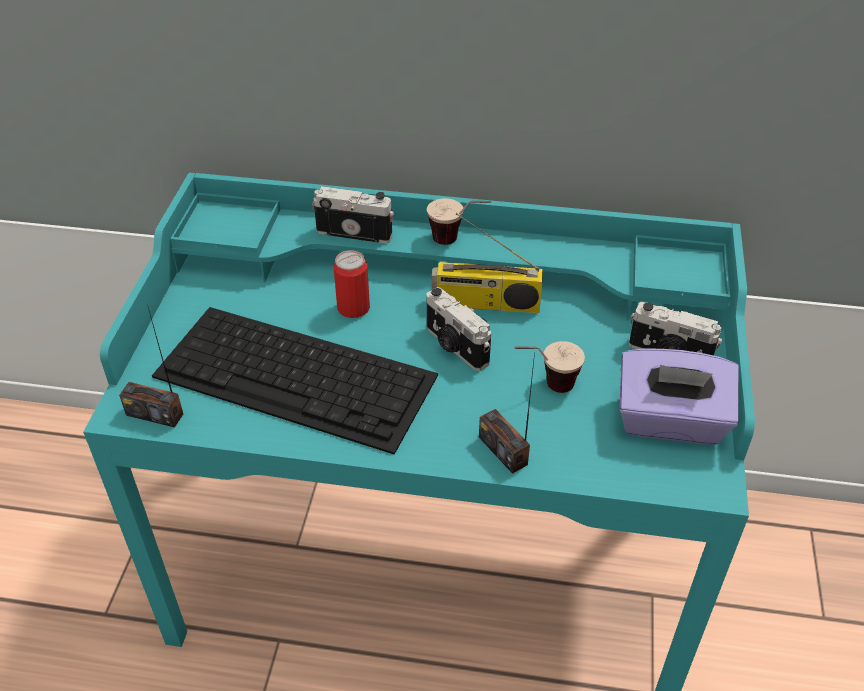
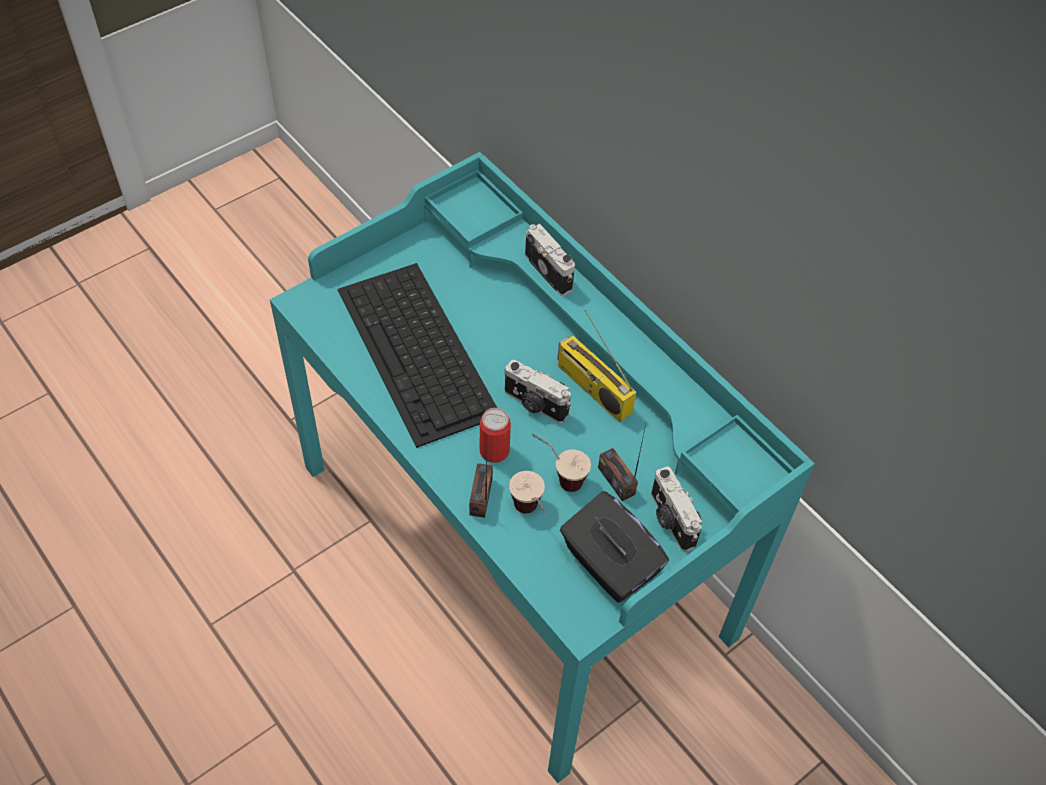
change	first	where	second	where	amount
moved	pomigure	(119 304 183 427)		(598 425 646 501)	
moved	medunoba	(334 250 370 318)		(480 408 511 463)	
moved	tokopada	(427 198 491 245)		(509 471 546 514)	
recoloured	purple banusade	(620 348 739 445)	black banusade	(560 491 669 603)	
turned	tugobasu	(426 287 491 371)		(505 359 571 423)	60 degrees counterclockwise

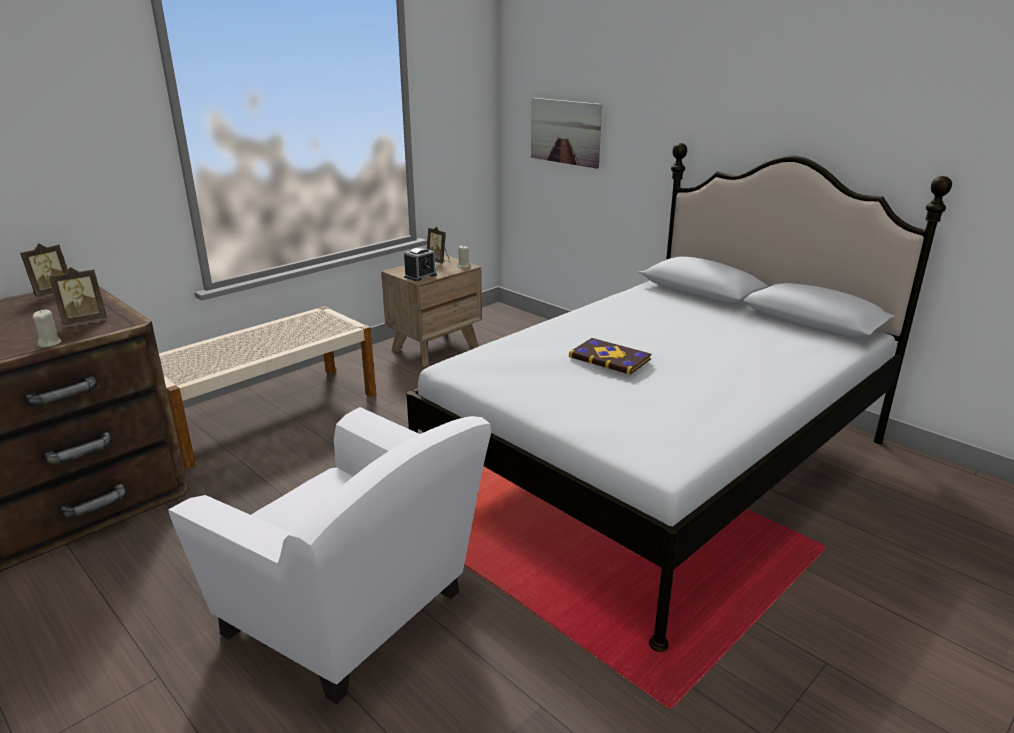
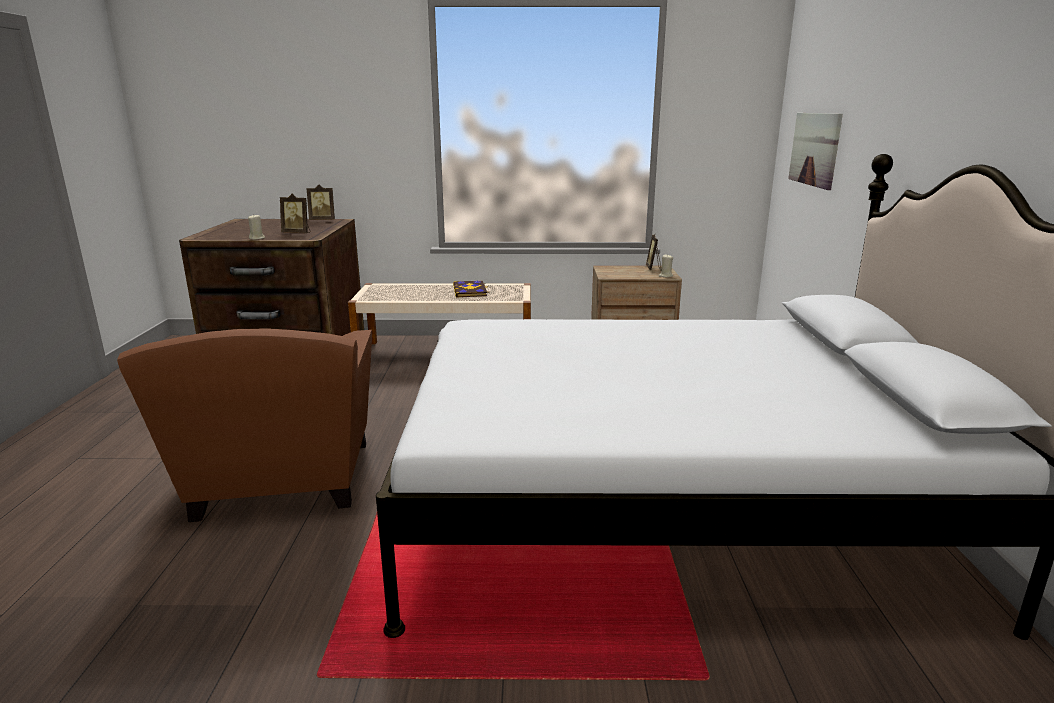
change	first	where	second	where	amount
removed	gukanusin	(404 248 437 281)			
moved	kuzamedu	(569 338 652 375)		(453 280 490 298)	
recoloured	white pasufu	(168 407 491 704)	brown pasufu	(117 328 372 522)	

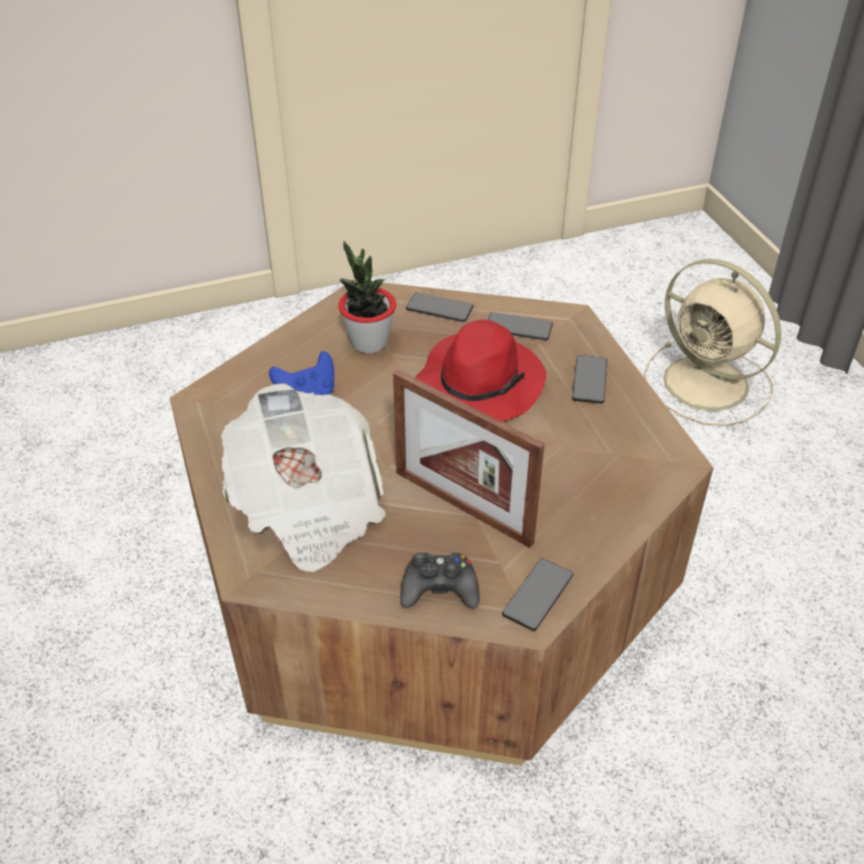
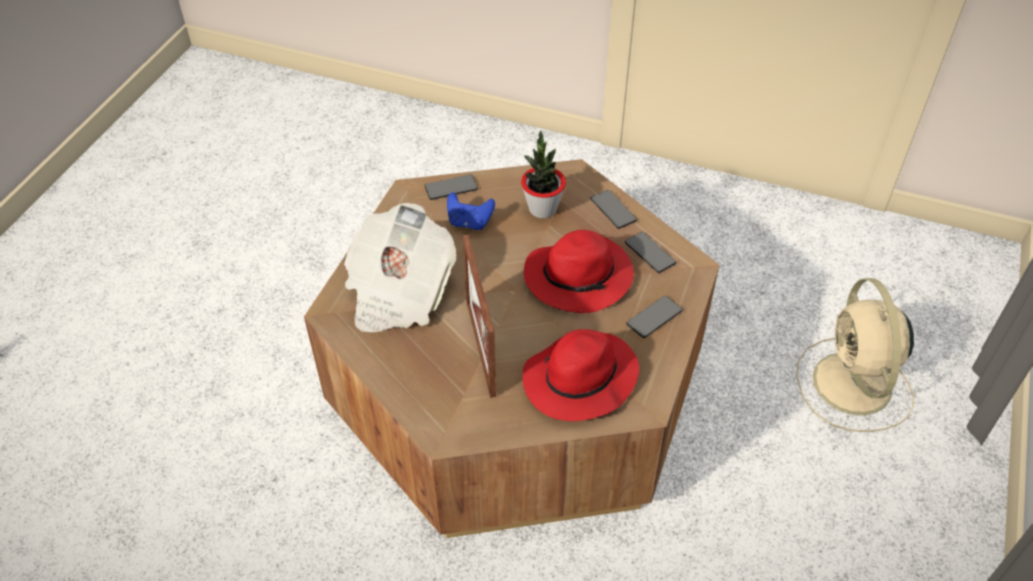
change	first	where	second	where	amount
removed	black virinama	(400 553 480 609)			
added			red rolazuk	(523 329 639 421)	
moved	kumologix	(502 558 573 631)		(424 174 478 200)	

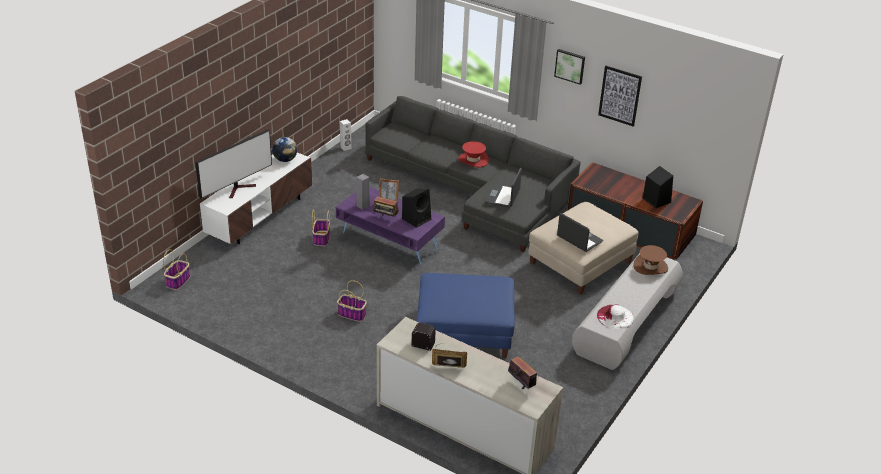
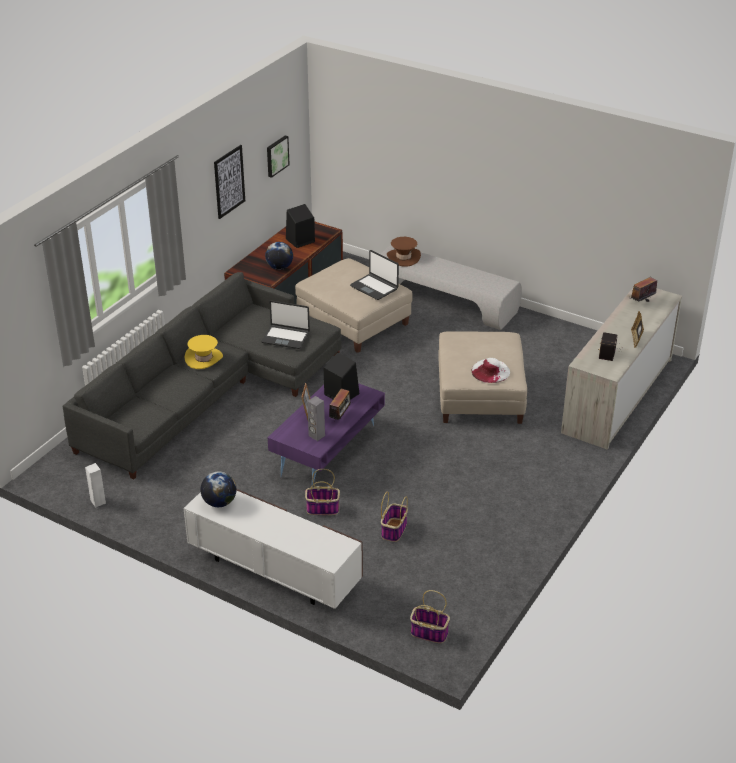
change	first	where	second	where	amount
removed	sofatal	(195 129 272 199)			
added			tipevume	(265 242 293 270)	
moved	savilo	(337 280 367 322)		(381 491 408 542)	
moved	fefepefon	(554 49 585 85)		(267 135 290 178)	
moved	white rolazuk	(597 304 634 329)		(471 358 510 383)	
recoloured	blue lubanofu	(416 273 515 358)	beige lubanofu	(438 331 527 424)	
recoloured	red rolazuk	(458 141 489 168)	yellow rolazuk	(185 335 223 369)	
turned	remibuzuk	(557 213 603 252)		(350 250 399 300)	90 degrees counterclockwise

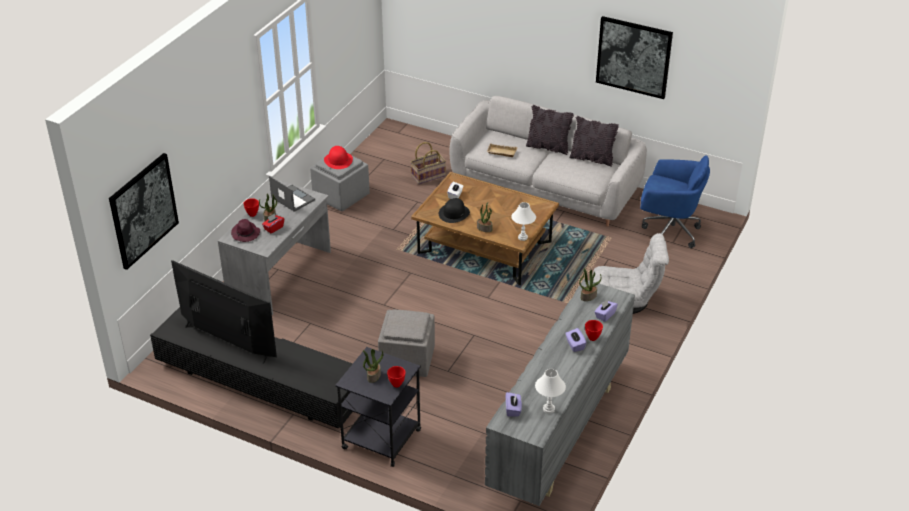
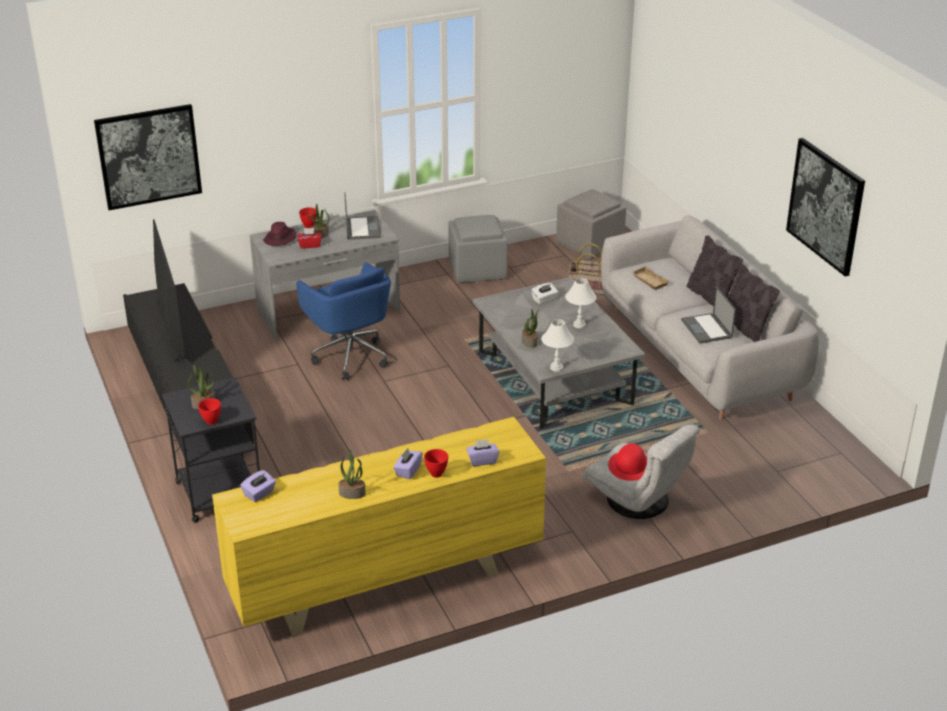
change	first	where	second	where	amount
removed	black rolazuk	(439 198 470 223)			
added			remibuzuk	(681 286 736 344)	
moved	red rolazuk	(324 146 353 169)		(608 444 647 481)	
moved	grey lubanofu	(378 310 435 377)		(556 190 626 260)	
moved	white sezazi	(535 369 566 414)		(565 278 597 329)	
moved	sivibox	(579 268 601 301)		(338 450 366 499)	
moved	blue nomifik	(640 155 710 248)		(296 262 391 380)	
recoloured	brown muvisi	(411 172 559 285)	grey muvisi	(473 277 645 429)	
recoloured	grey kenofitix	(485 279 635 506)	yellow kenofitix	(212 417 546 636)	

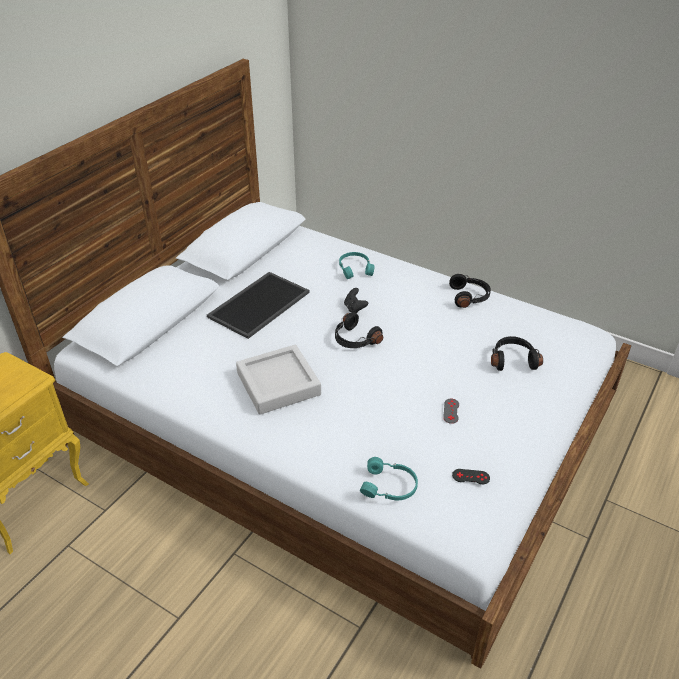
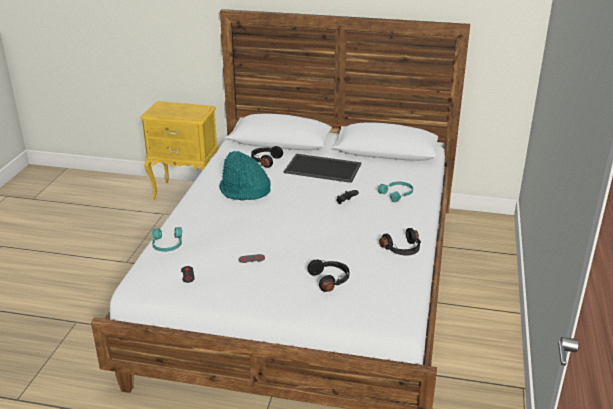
change	first	where	second	where	amount
moved	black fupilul	(335 312 383 348)		(251 146 283 168)	
replaced	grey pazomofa	(236 345 321 415)	turquoise rolazuk	(220 151 270 200)	

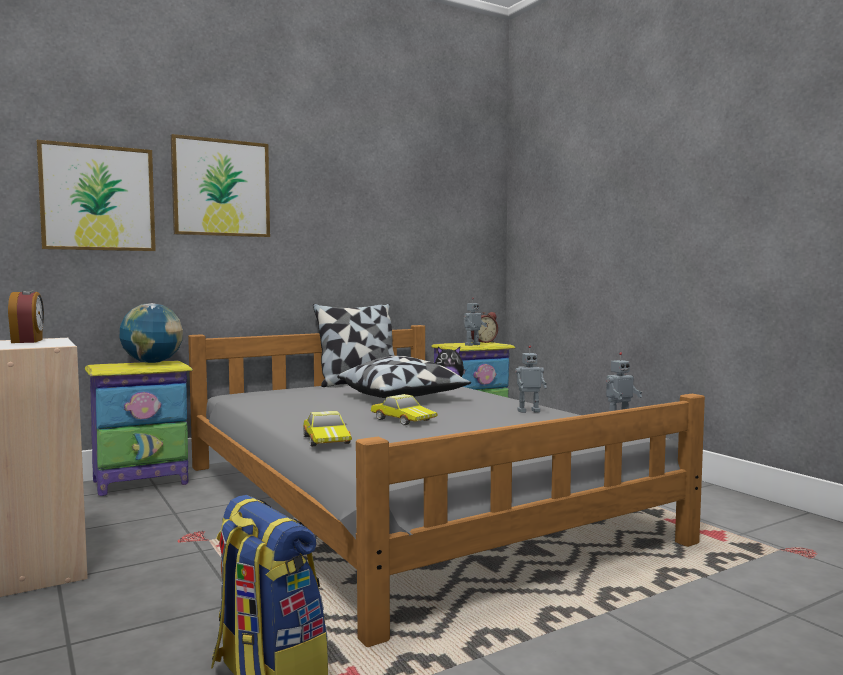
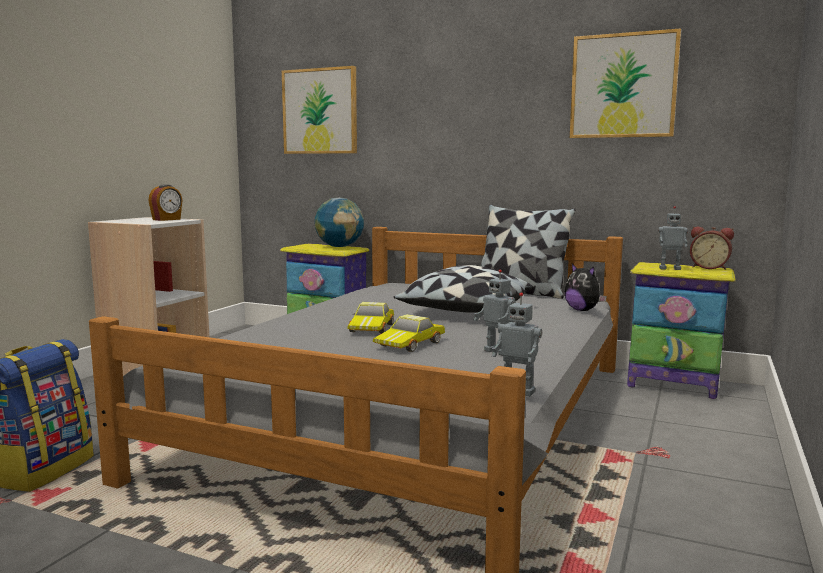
change	first	where	second	where	amount
moved	fefepefon	(171 134 270 237)		(570 28 681 138)	
moved	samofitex	(303 411 352 447)		(373 314 445 352)	

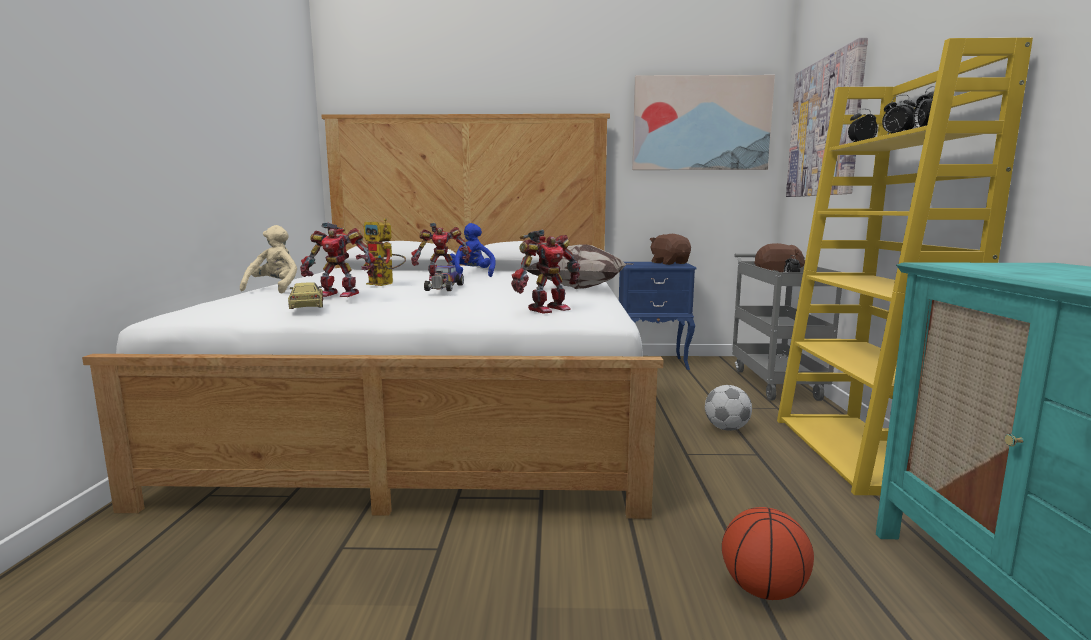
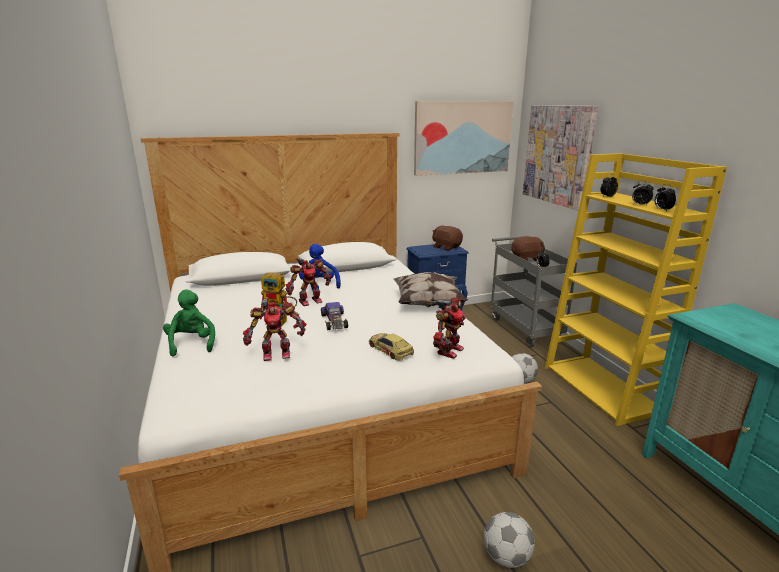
change	first	where	second	where	amount
removed	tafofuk	(722 507 814 600)			
added			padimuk	(484 512 535 568)	
moved	samofitex	(288 282 323 309)		(369 333 414 361)	
recoloured	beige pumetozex	(240 225 297 293)	green pumetozex	(163 290 215 356)	

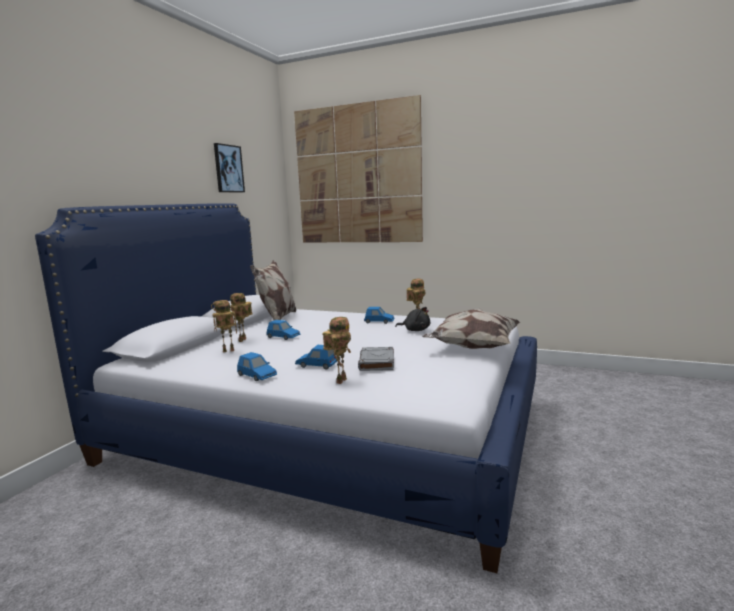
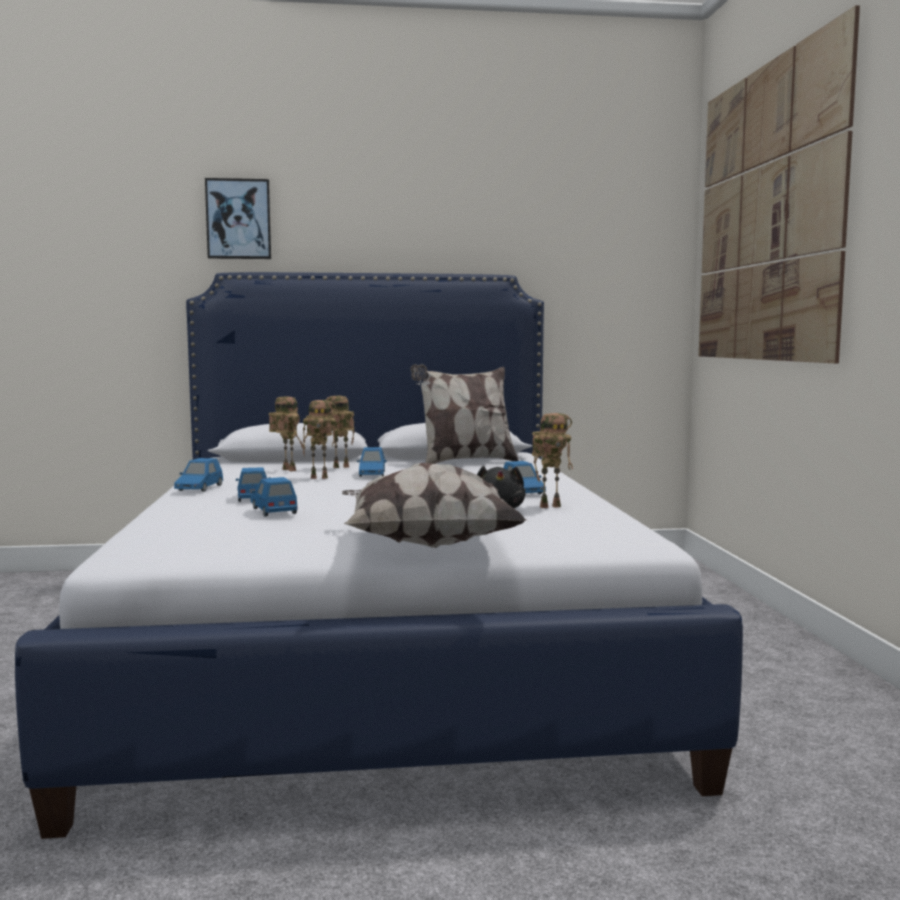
change	first	where	second	where	amount
moved	fefepefon	(214 143 245 192)		(205 178 271 259)	
moved	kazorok	(323 317 351 384)		(303 400 336 479)	
replaced	grey kuzamedu	(358 347 394 371)	blue samofitex	(250 477 298 517)	

